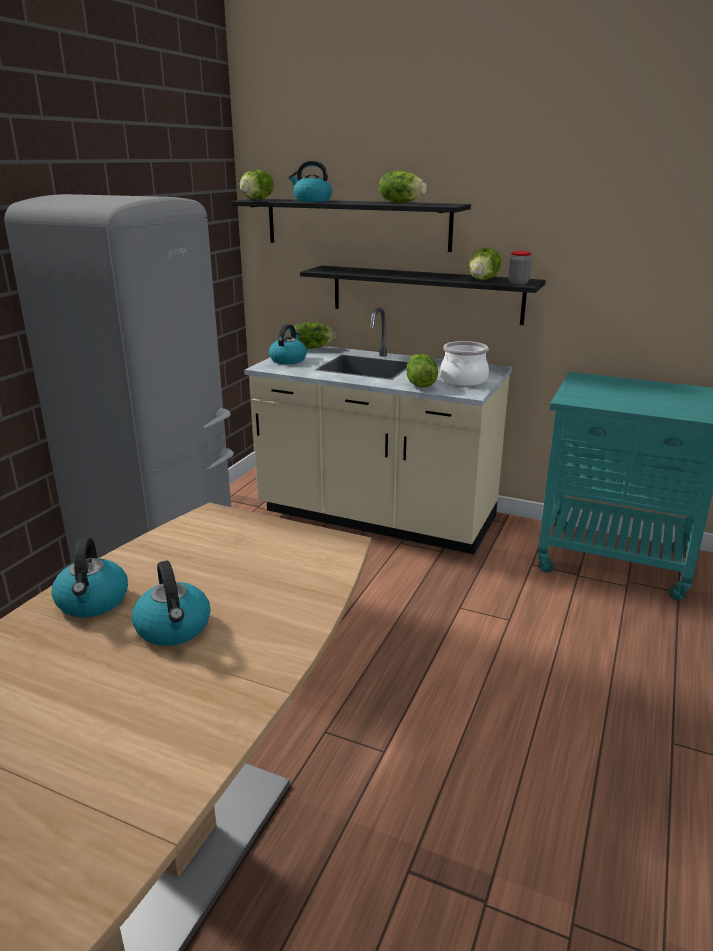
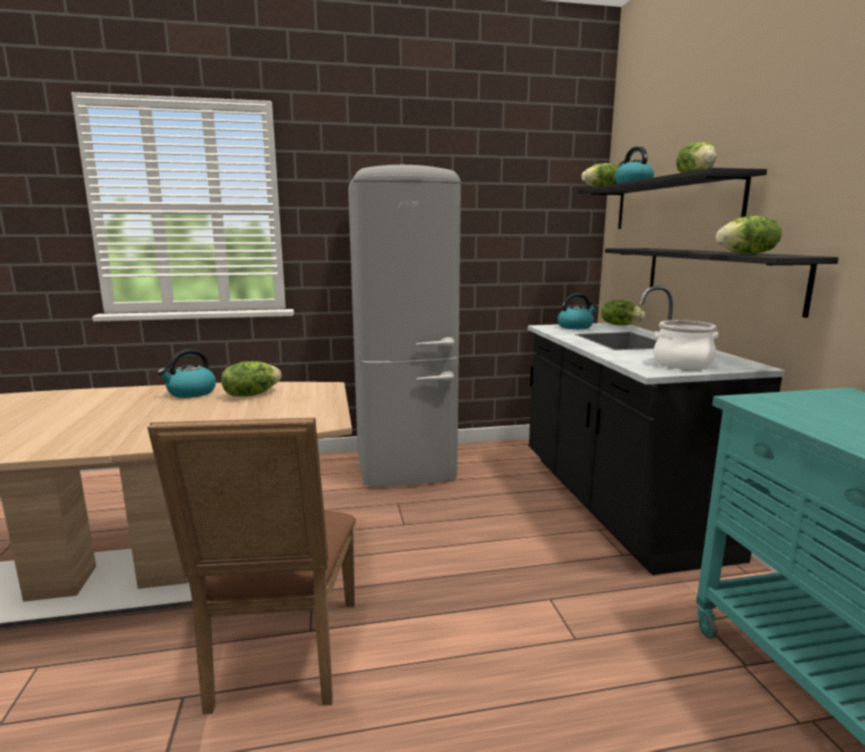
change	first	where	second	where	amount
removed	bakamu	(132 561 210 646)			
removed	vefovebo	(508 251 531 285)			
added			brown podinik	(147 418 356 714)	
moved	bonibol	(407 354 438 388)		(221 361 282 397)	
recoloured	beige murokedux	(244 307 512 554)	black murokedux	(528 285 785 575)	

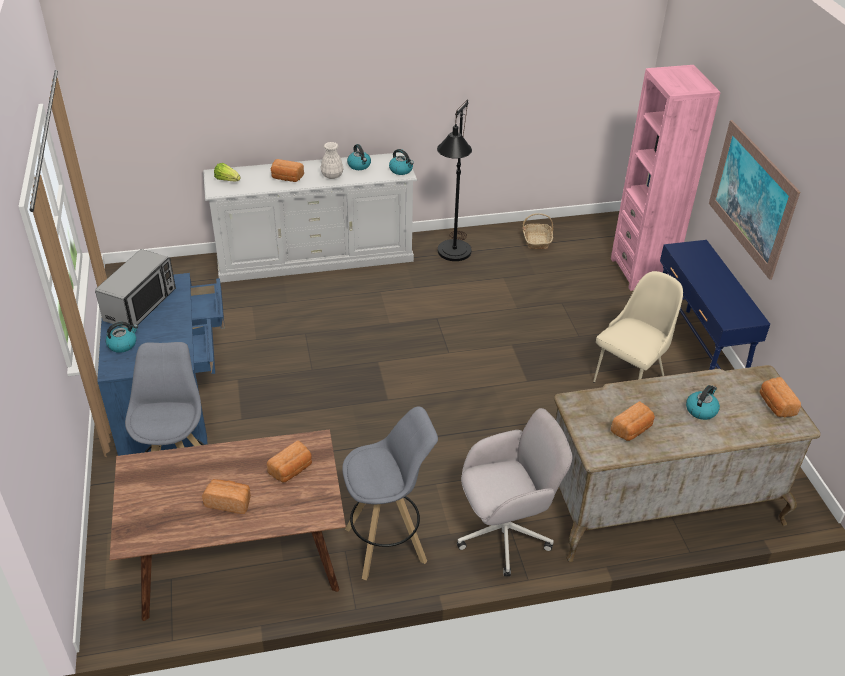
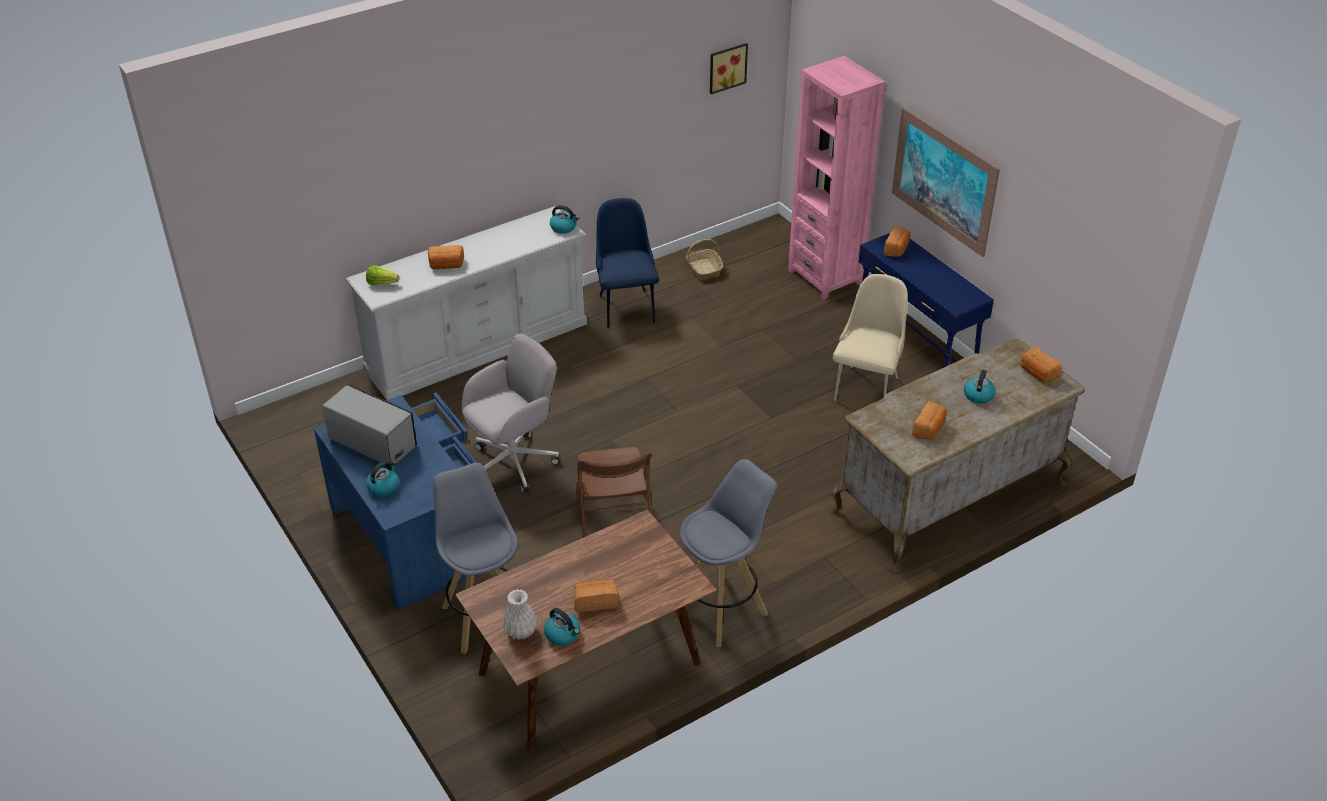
change	first	where	second	where	amount
added			brown podinik	(575 447 652 538)	
added			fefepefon	(710 43 748 94)	
moved	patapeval	(267 440 312 483)		(884 226 911 257)	
moved	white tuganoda	(320 142 344 179)		(503 589 537 639)	
moved	bakamu	(347 144 371 170)		(544 608 580 646)	
moved	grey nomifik	(457 408 572 576)		(462 334 559 493)	
replaced	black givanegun	(437 99 472 261)	blue podinik	(596 198 659 328)	
turned	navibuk	(95 249 176 330)		(322 384 417 463)	60 degrees counterclockwise

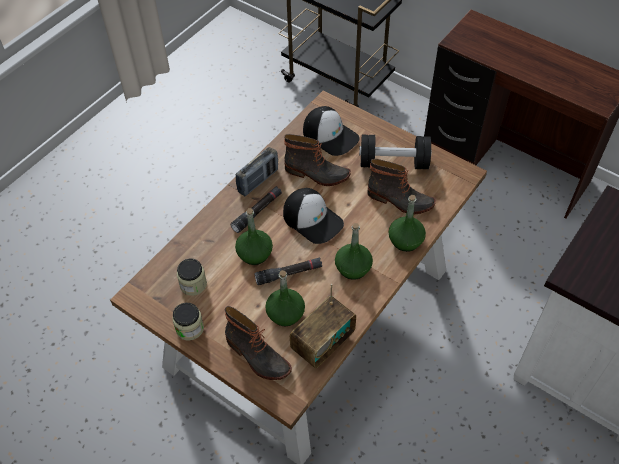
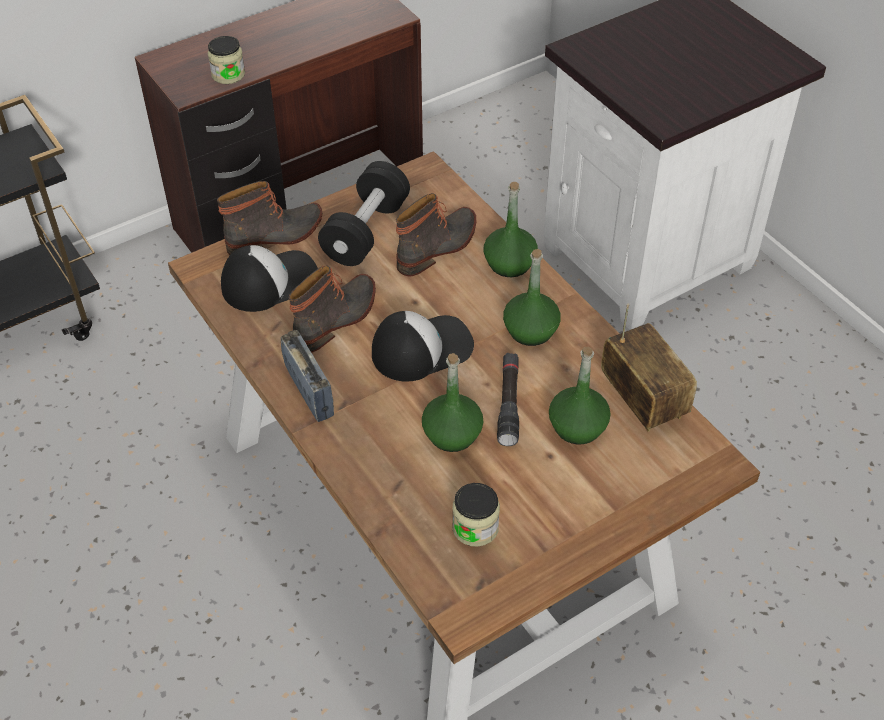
change	first	where	second	where	amount
removed	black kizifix	(230 186 282 233)			
moved	vefovebo	(172 303 204 341)		(208 36 245 84)	
moved	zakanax	(225 306 292 380)		(217 181 322 255)	

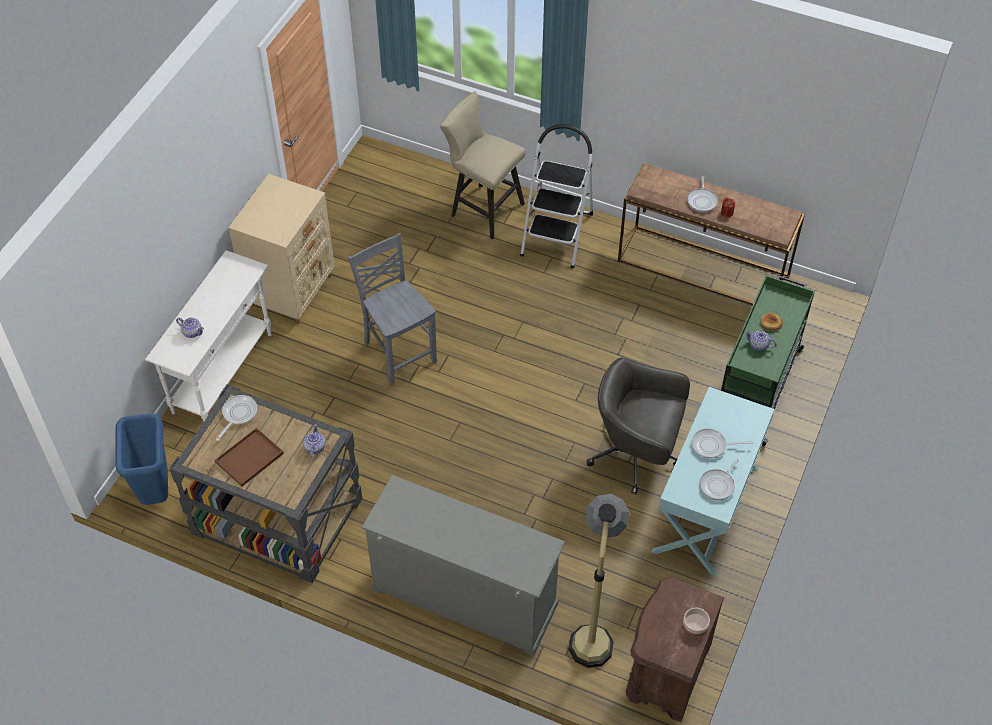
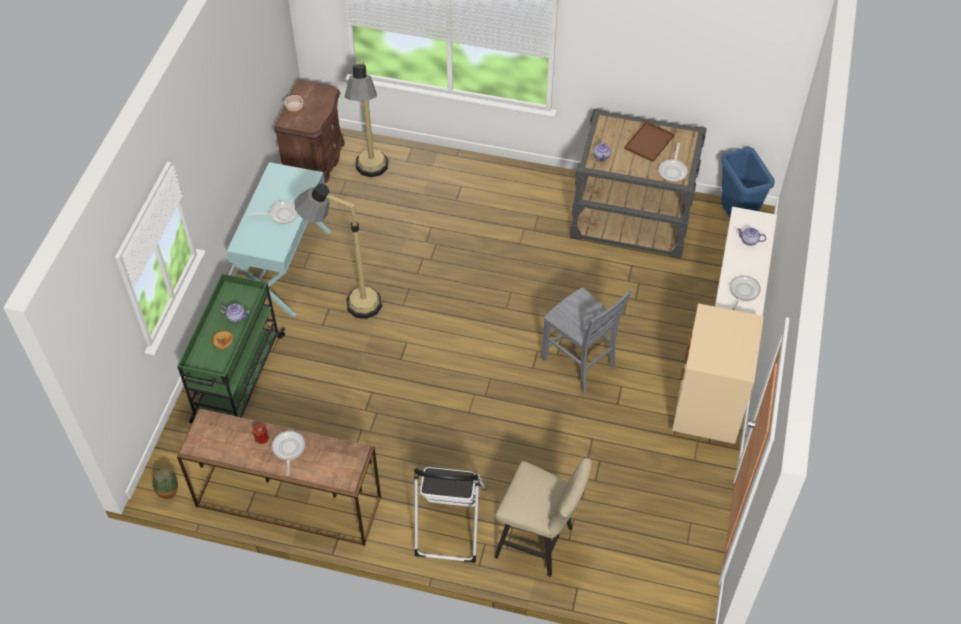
change	first	where	second	where	amount
removed	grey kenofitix	(362 475 565 656)			
added			tuganoda	(152 469 178 499)	
moved	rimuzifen	(700 459 739 500)		(730 276 761 310)	
replaced	grey nomifik	(587 357 690 495)	givanegun	(294 184 382 319)	

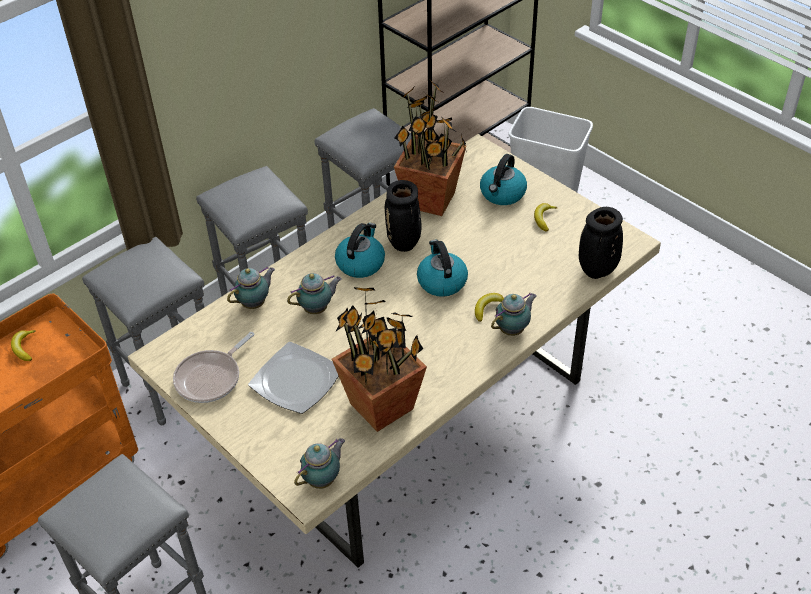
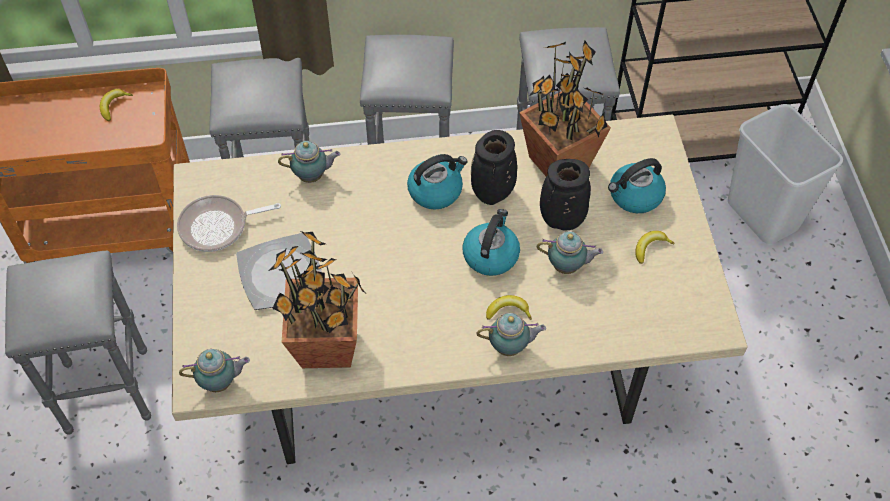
change	first	where	second	where	amount
moved	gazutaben	(287 273 342 314)		(537 231 603 274)	
moved	black tuganoda	(579 207 623 279)		(540 159 591 231)	

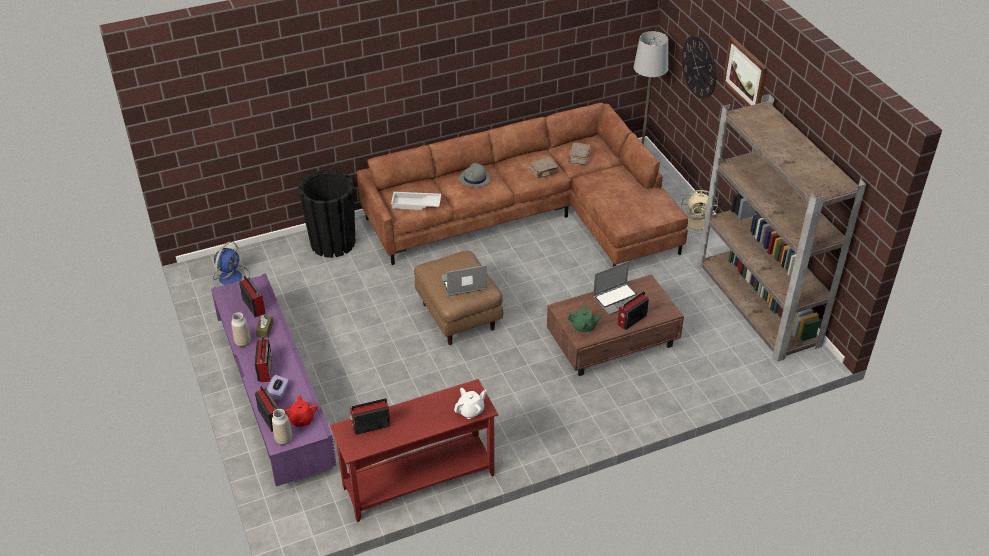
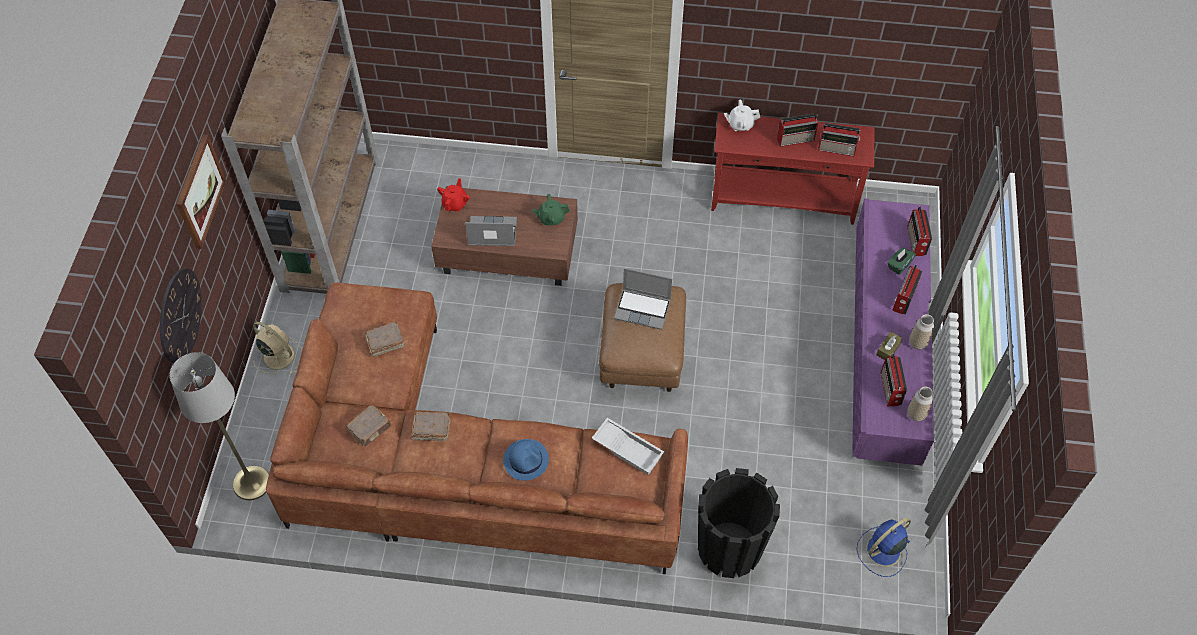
change	first	where	second	where	amount
added			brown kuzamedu	(365 321 405 356)	
moved	tuganoda	(272 409 292 445)		(908 387 933 421)	
moved	red gazutaben	(284 396 317 427)		(437 178 470 212)	
moved	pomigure	(617 291 649 330)		(777 113 818 147)	
recoloured	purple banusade	(267 375 288 401)	green banusade	(888 248 916 275)	
recoloured	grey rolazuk	(459 163 491 187)	blue rolazuk	(503 439 549 481)	
turned	green gazutaben	(568 305 601 332)		(532 194 570 226)	45 degrees counterclockwise

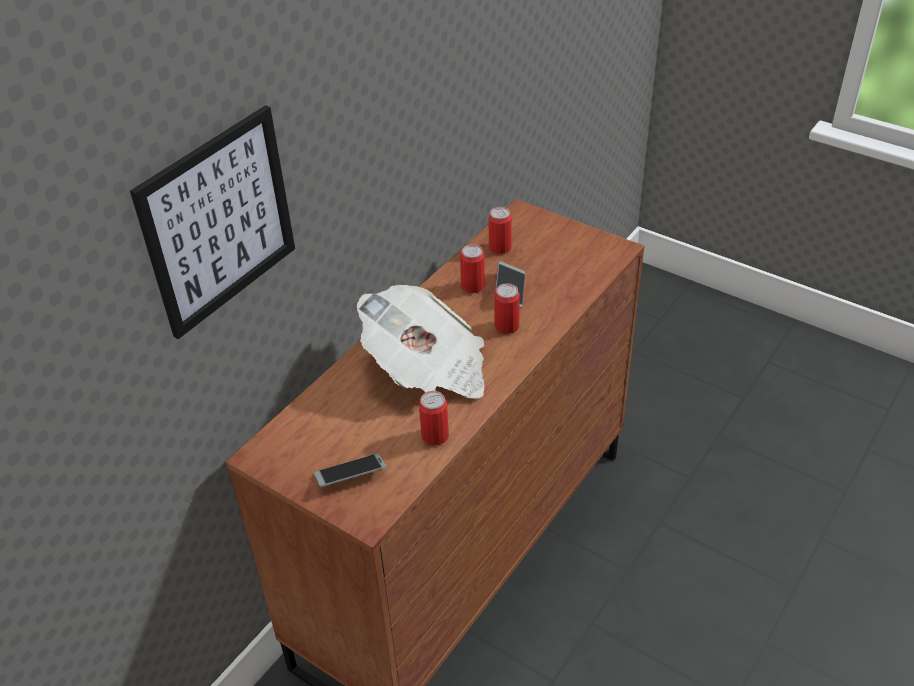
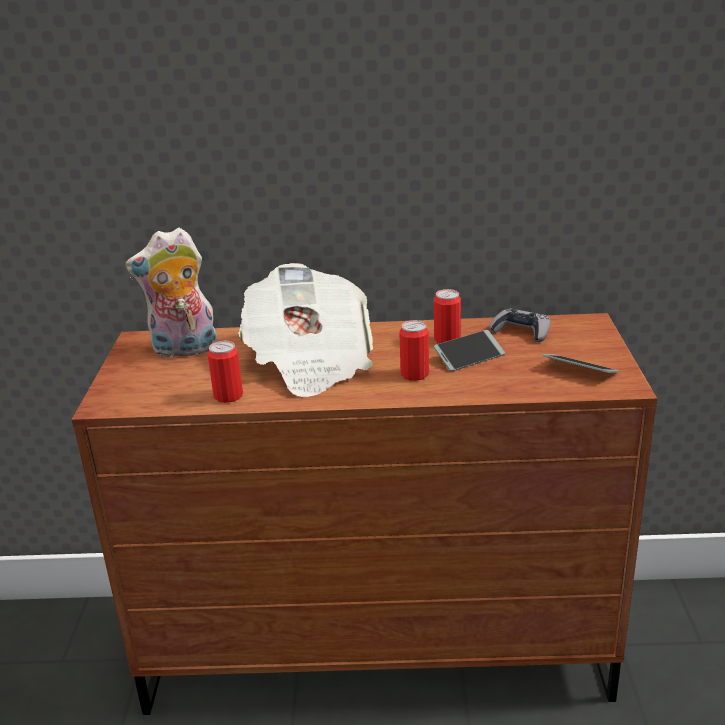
change	first	where	second	where	amount
removed	fefepefon	(130 105 295 339)			
added			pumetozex	(125 227 218 359)	
moved	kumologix	(314 454 386 487)		(542 354 619 373)	
replaced	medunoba	(489 207 512 254)	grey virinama	(489 308 551 343)	

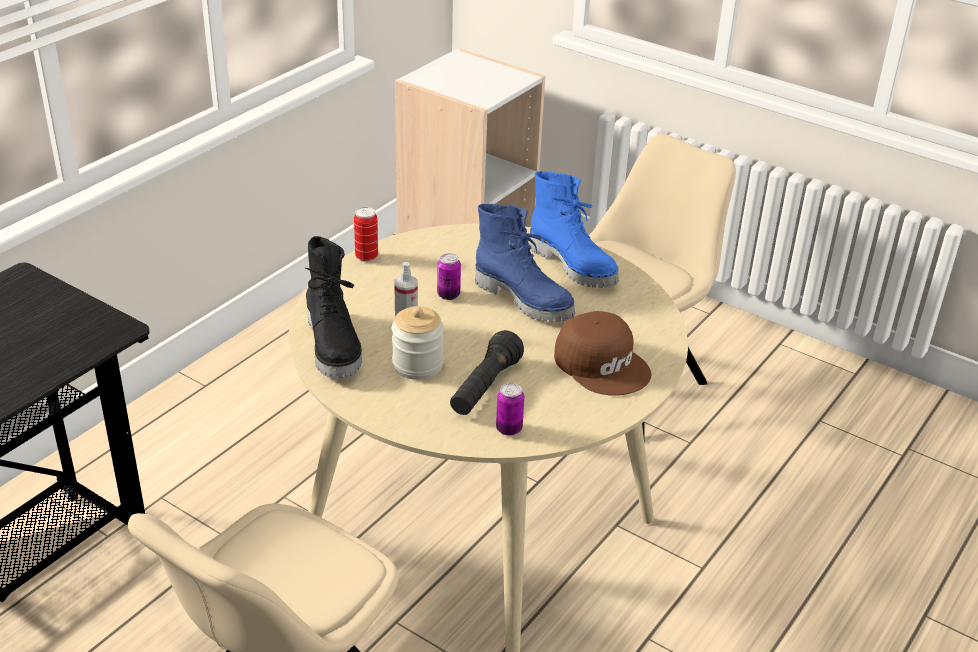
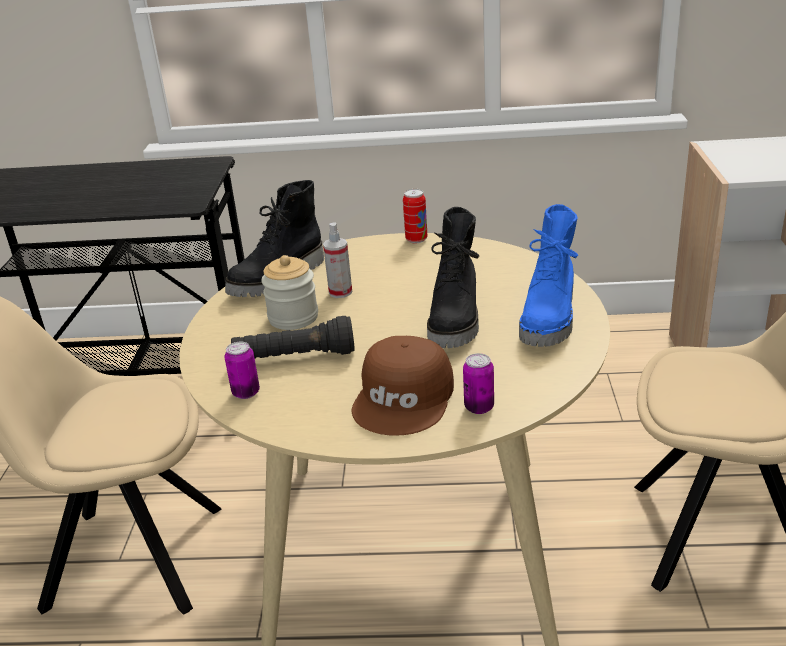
change	first	where	second	where	amount
moved	medunoba	(437 253 461 300)		(463 353 494 414)	
recoloured	blue zakanax	(475 204 575 322)	black zakanax	(427 207 479 348)	

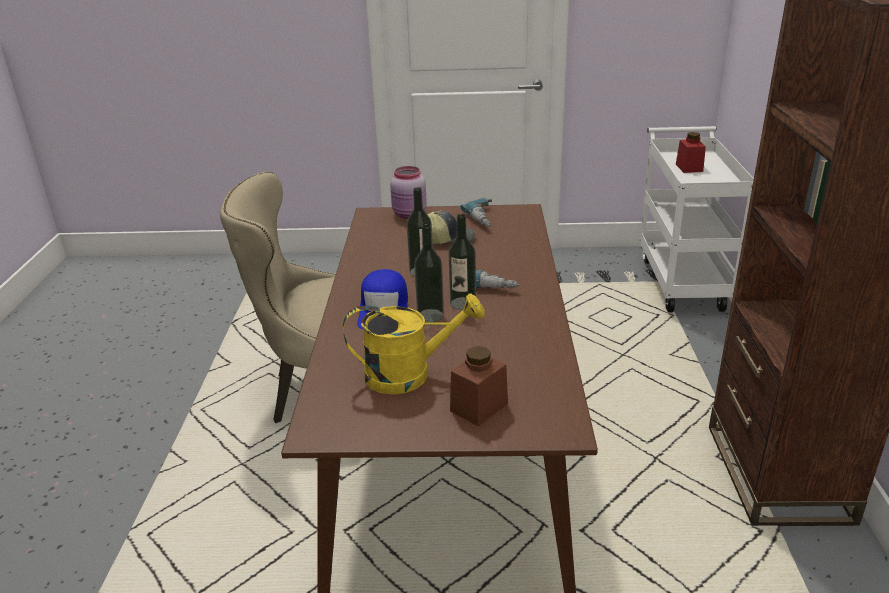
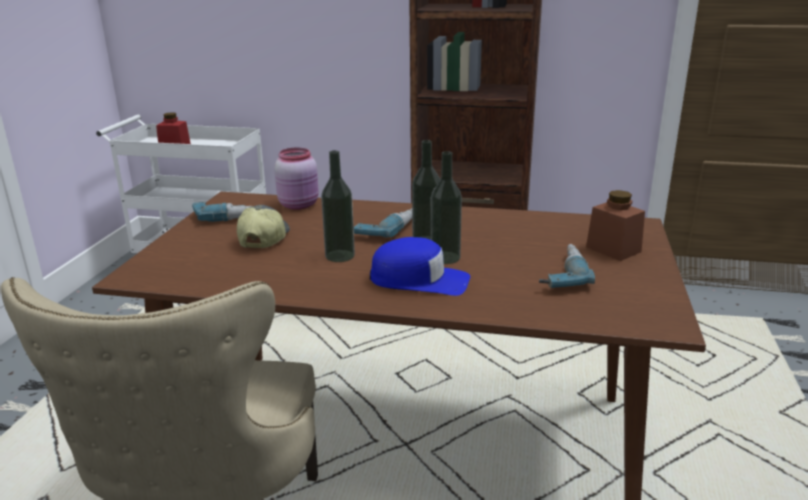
change	first	where	second	where	amount
moved	pink vefovebo	(390 166 427 219)		(274 147 319 210)	
replaced	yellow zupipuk	(343 294 485 395)	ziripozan	(539 244 595 288)	

